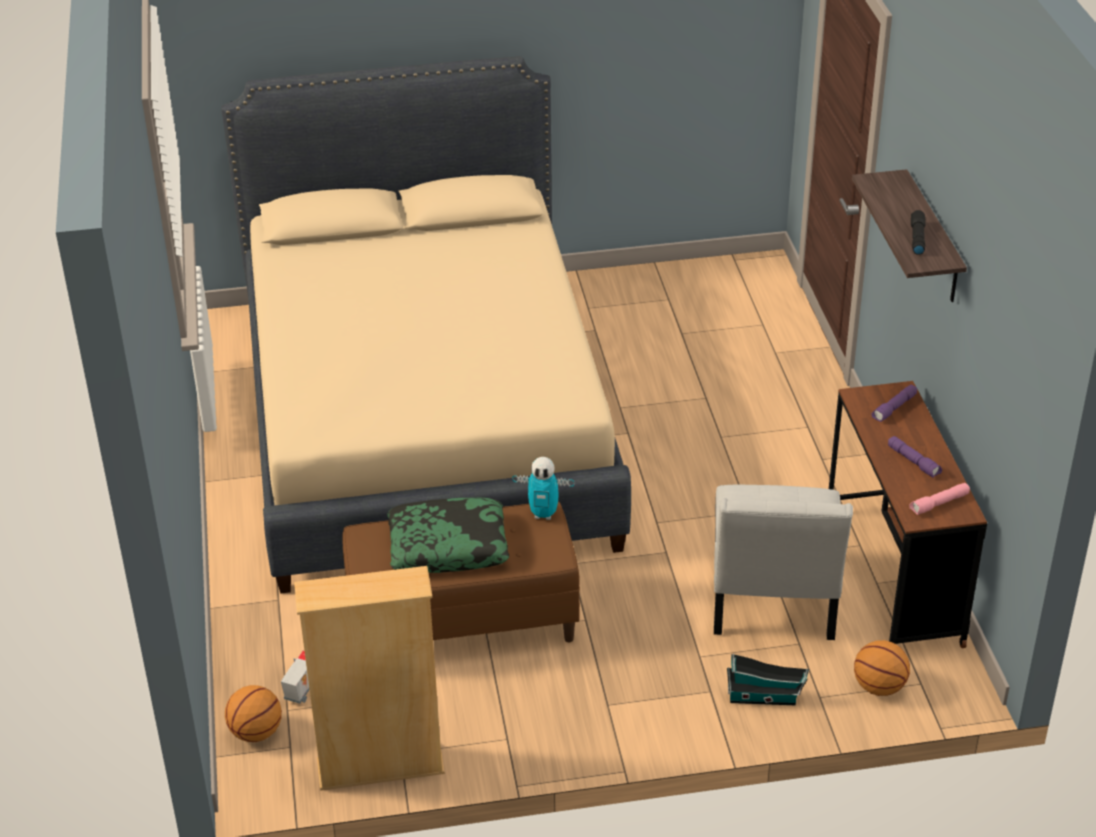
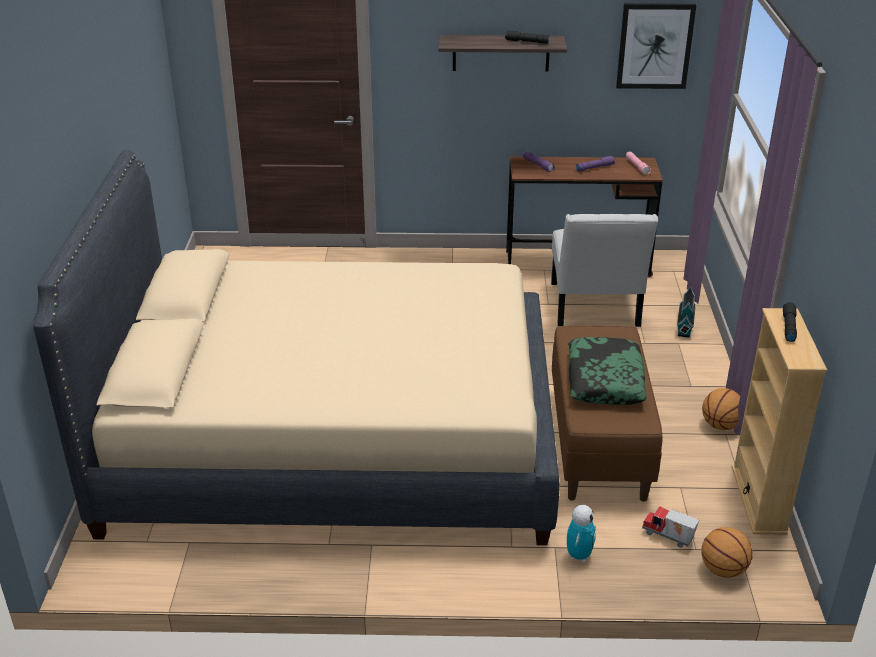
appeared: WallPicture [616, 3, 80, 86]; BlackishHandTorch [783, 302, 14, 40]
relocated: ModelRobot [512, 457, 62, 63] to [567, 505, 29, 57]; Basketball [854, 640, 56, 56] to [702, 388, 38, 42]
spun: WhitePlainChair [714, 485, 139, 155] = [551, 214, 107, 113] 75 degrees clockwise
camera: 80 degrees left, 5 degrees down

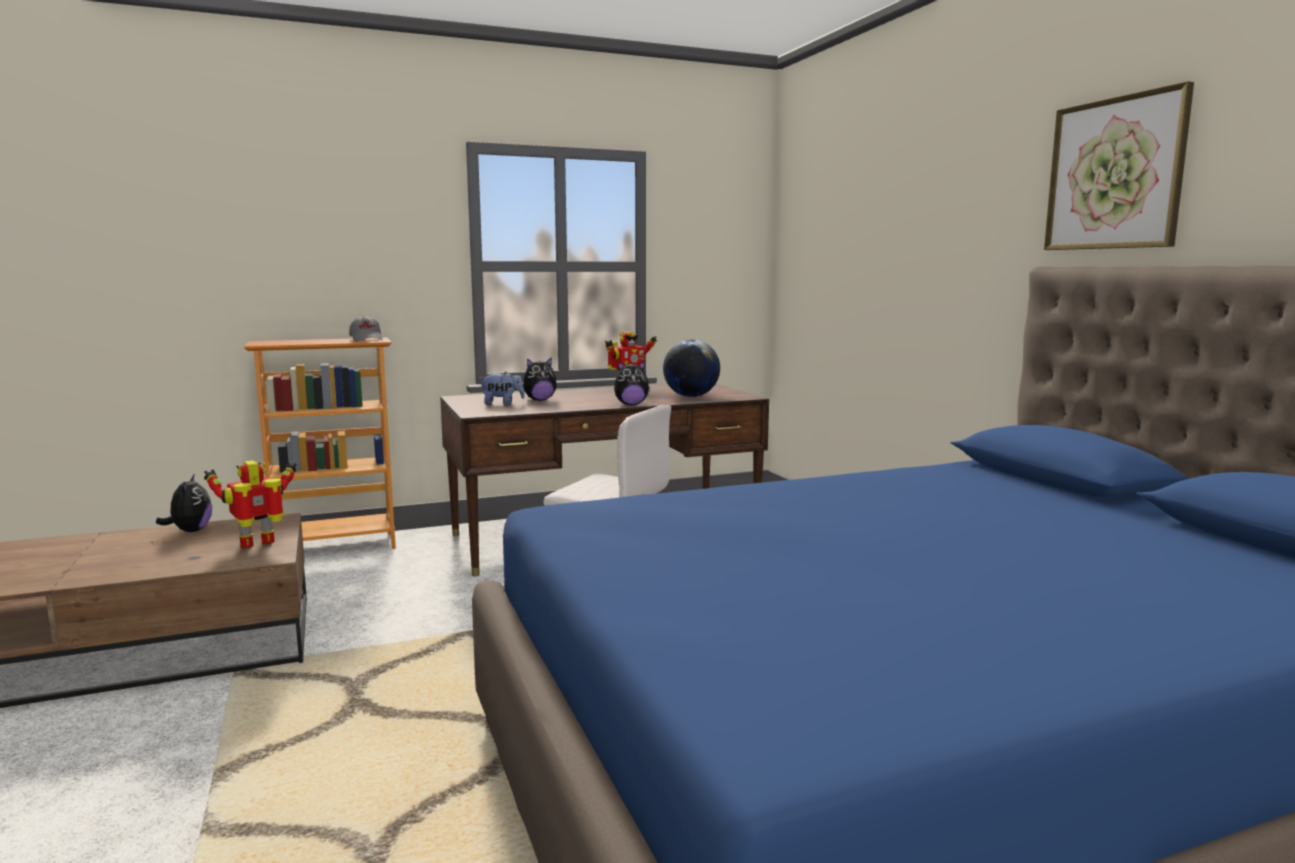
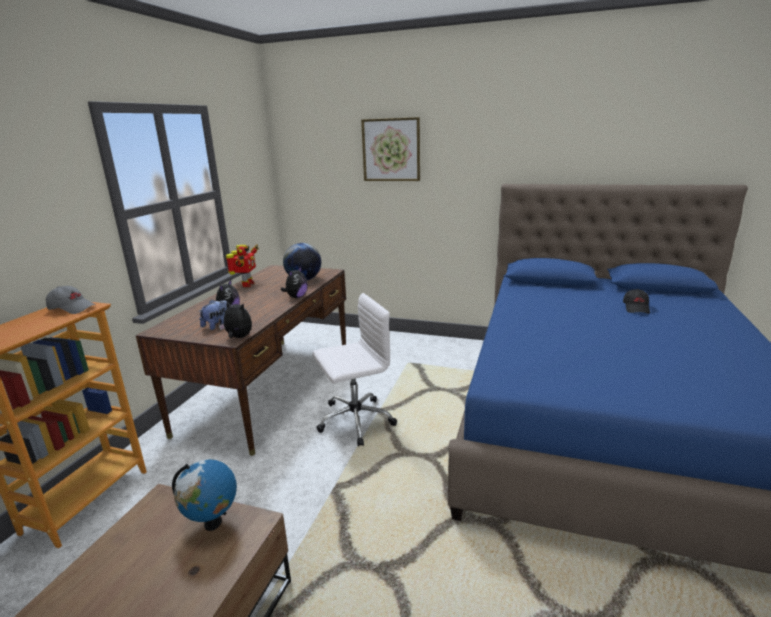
appeared: BlackishPeakedCap [623, 289, 27, 25]
relocated: PlushToy [156, 475, 56, 57] to [219, 301, 33, 37]; WallPicture [1044, 81, 150, 169] to [361, 117, 59, 64]
exchanged: ModelRobot [204, 460, 93, 88] to Globe [172, 459, 65, 72]
camera: 50 degrees left, 10 degrees up

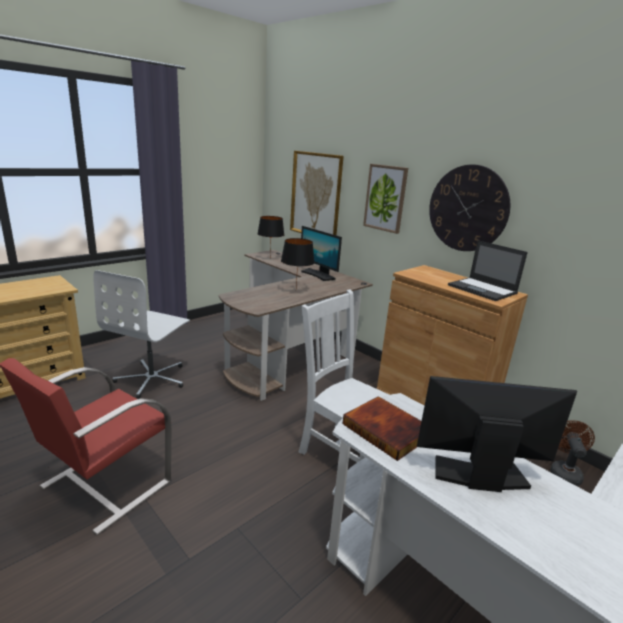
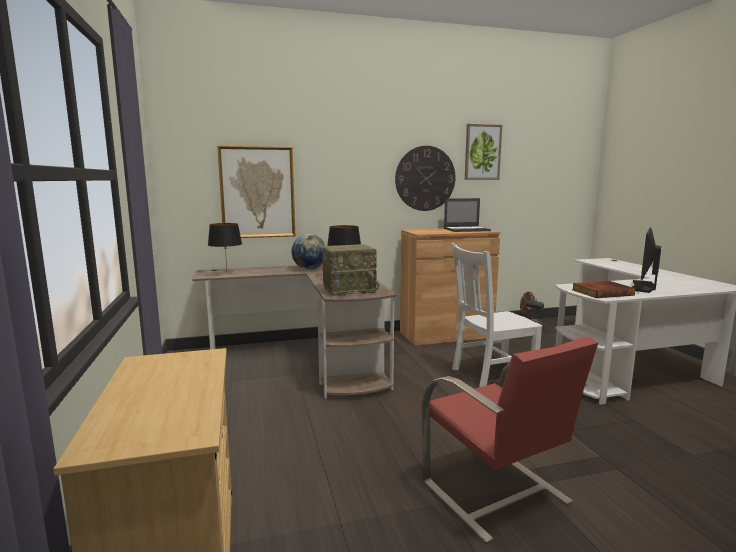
missing: WhiteDeskChair [93, 270, 97, 129]
appeared: RadioSet [322, 244, 57, 52]
relocated: WallPicture [363, 164, 45, 70] to [465, 124, 37, 56]
exchanged: ComputerScreen [301, 226, 41, 55] to Globe [292, 234, 34, 36]
camera: 60 degrees left, 10 degrees down

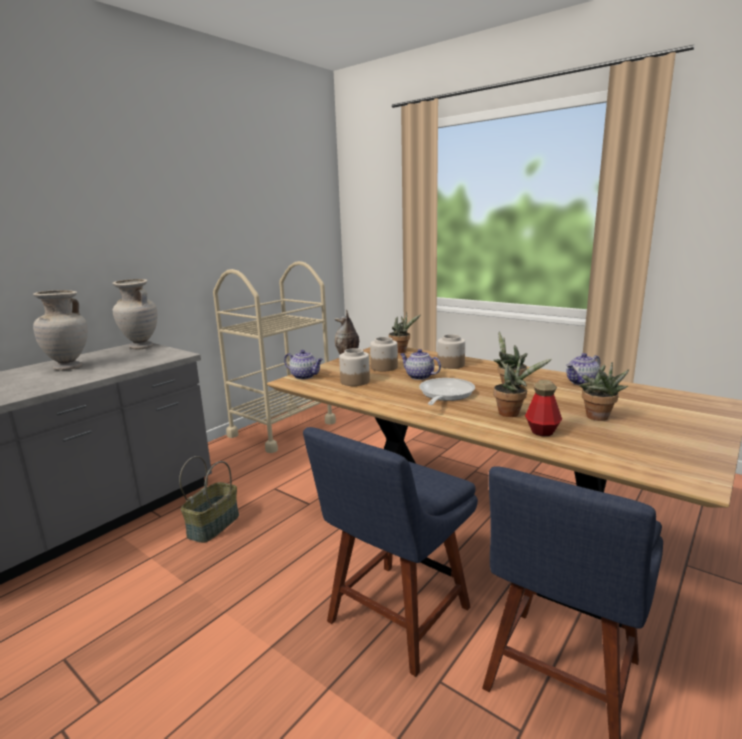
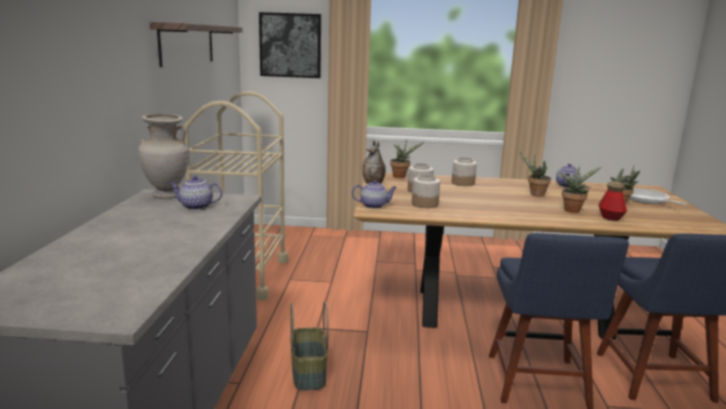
missing: BeigeColouredFlowerVase [33, 290, 55, 81]
appeared: BracketShelf [149, 22, 94, 45]; WallPicture [259, 12, 62, 66]
relocated: PotForTea [400, 349, 41, 31] to [169, 176, 53, 34]; Skillet [419, 378, 56, 27] to [629, 188, 58, 18]
camera: 35 degrees left, 0 degrees up

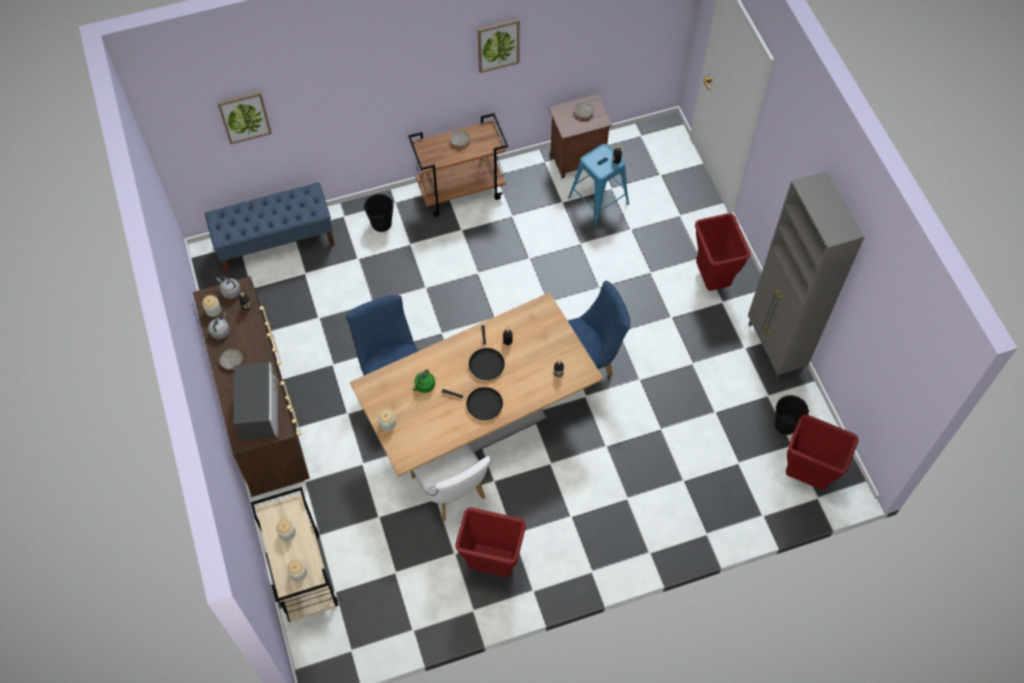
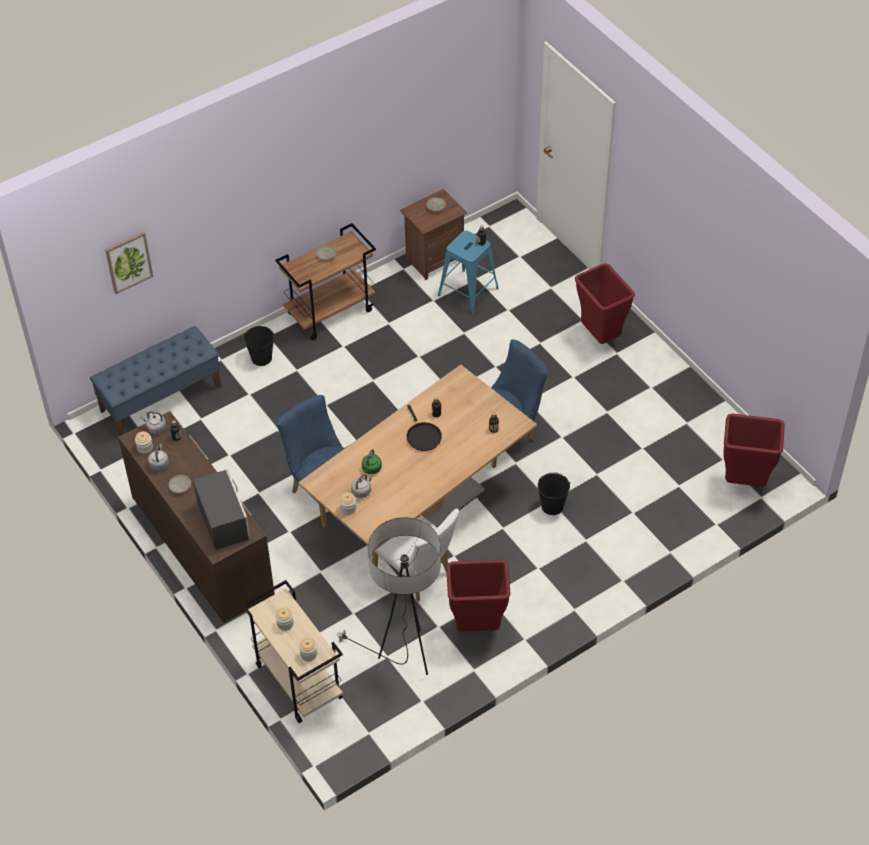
missing: BlackishSkillet [442, 387, 61, 33]; WallPicture [478, 19, 42, 54]; GreyishCupboard [748, 171, 116, 209]
appeared: StandardLamp [336, 517, 105, 158]; GreyishKettle [351, 474, 22, 24]
relocated: BlackishWaterBucket [775, 395, 34, 40] to [537, 472, 33, 43]
camera: 15 degrees left, 10 degrees down

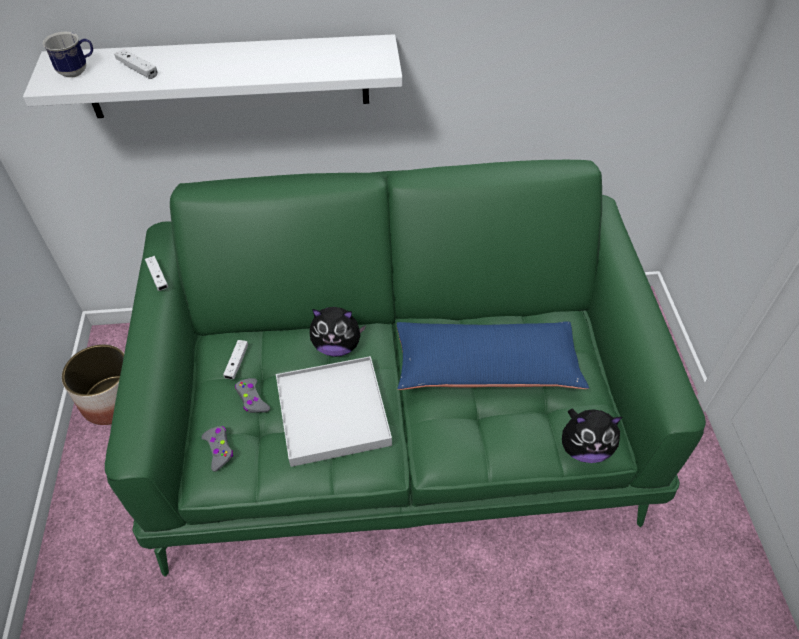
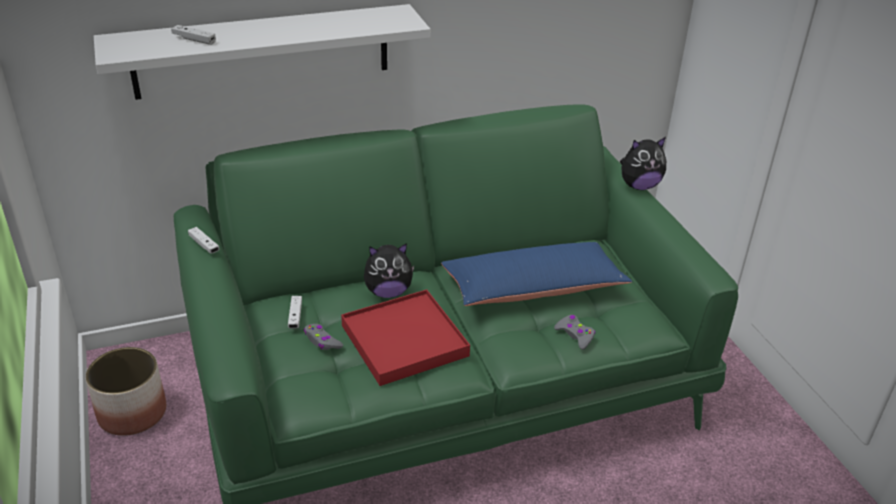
missing: TeaMug [43, 32, 50, 46]
relocated: GreyishGamepad [202, 426, 32, 46] to [554, 315, 41, 35]; PlushToy [562, 409, 60, 54] to [620, 137, 46, 53]
colour: WhiteCarryingTray [276, 356, 116, 111] to RedCarryingTray [341, 289, 129, 97]
camera: 15 degrees left, 15 degrees down

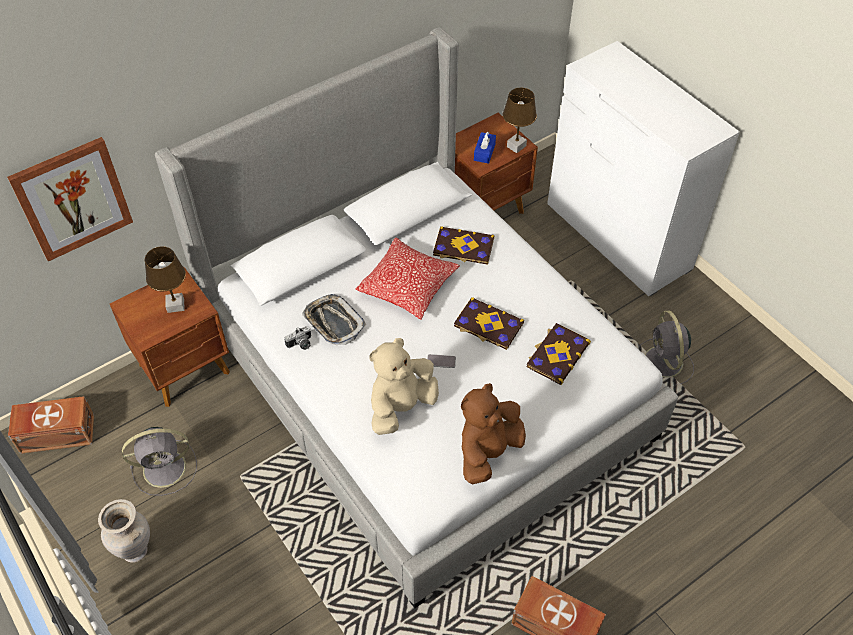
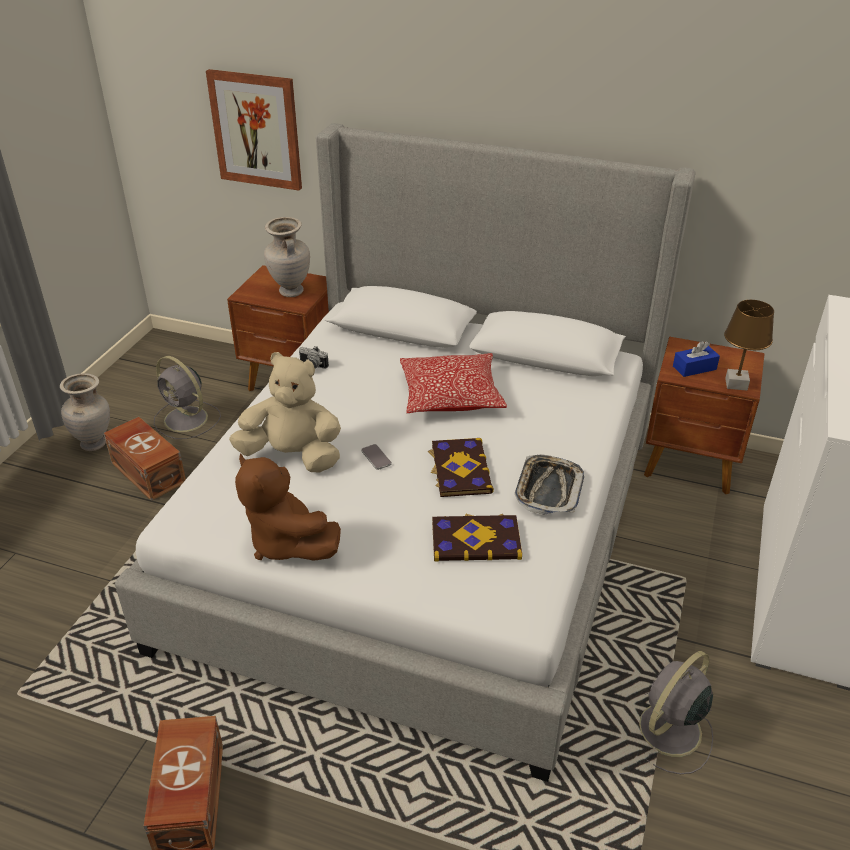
missing: BoundBook [433, 226, 61, 39]
relocated: BrownStorageContainer [8, 396, 86, 58] to [104, 417, 82, 84]; CarryingTray [302, 294, 64, 51] to [515, 455, 69, 60]
exchanged: BrownLampForATable [145, 247, 41, 66] to BeigeColouredFlowerVase [264, 217, 46, 80]
spun: BrownPlushToy [461, 383, 65, 101] = [235, 453, 106, 108] 135 degrees counterclockwise
camera: 55 degrees right, 15 degrees down

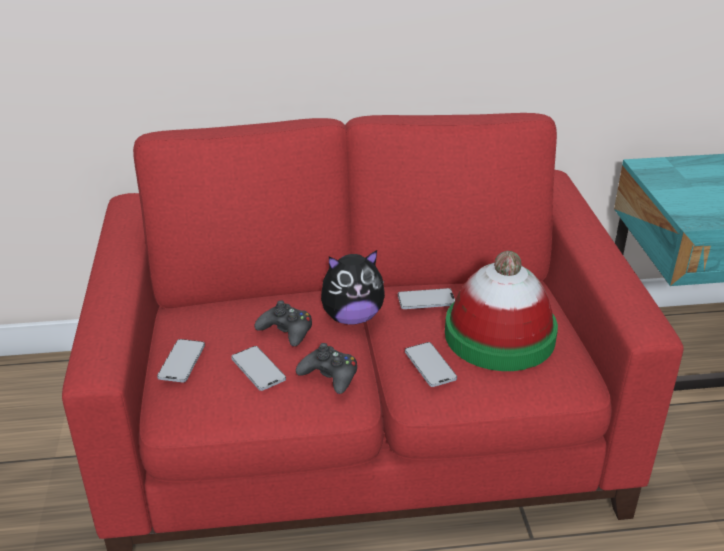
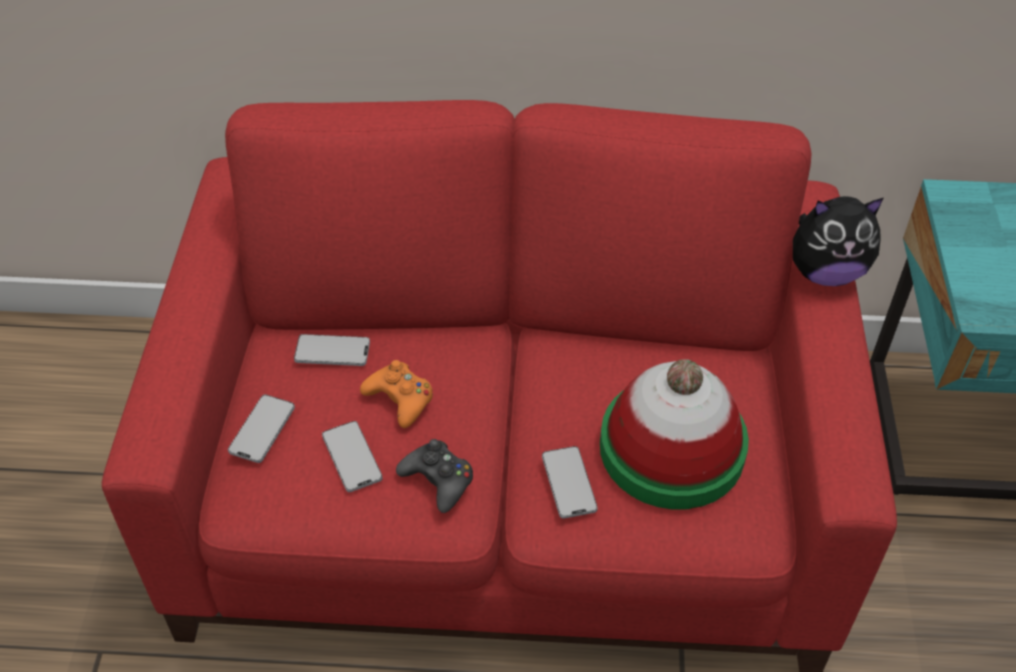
relocated: PlushToy [321, 250, 64, 75] to [793, 196, 91, 90]; Telephone [398, 288, 57, 21] to [294, 334, 76, 32]
colour: BlackishGamepad [255, 300, 57, 47] to OrangeGamepad [360, 360, 73, 68]
camera: 10 degrees right, 15 degrees up

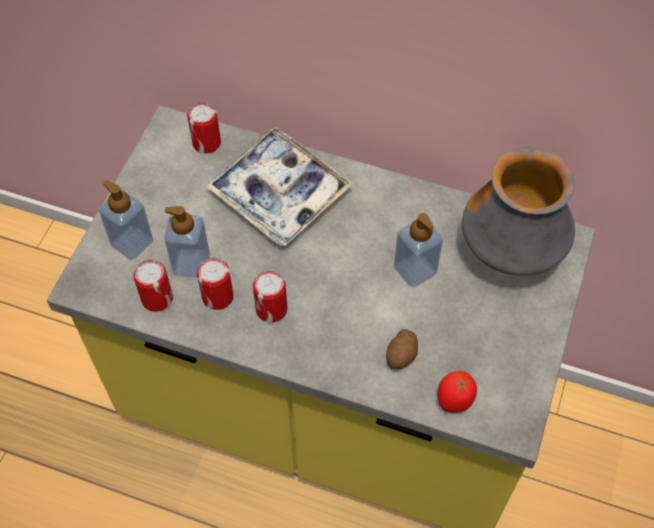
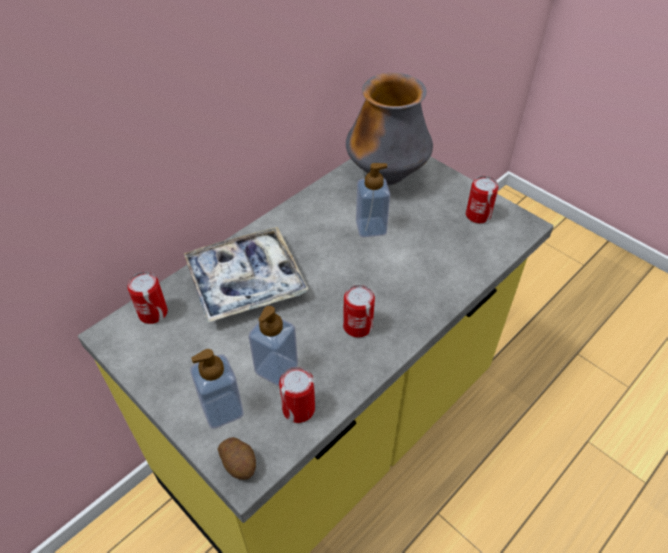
missing: WholeTomato [438, 371, 39, 42]
relocated: MetalCan [197, 258, 36, 52] to [466, 176, 33, 47]; WholePotato [386, 329, 32, 40] to [218, 437, 38, 43]
camera: 65 degrees left, 10 degrees down

